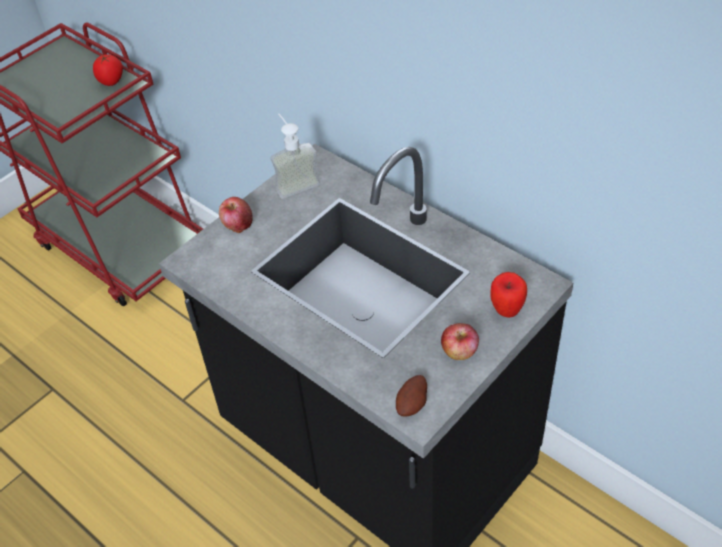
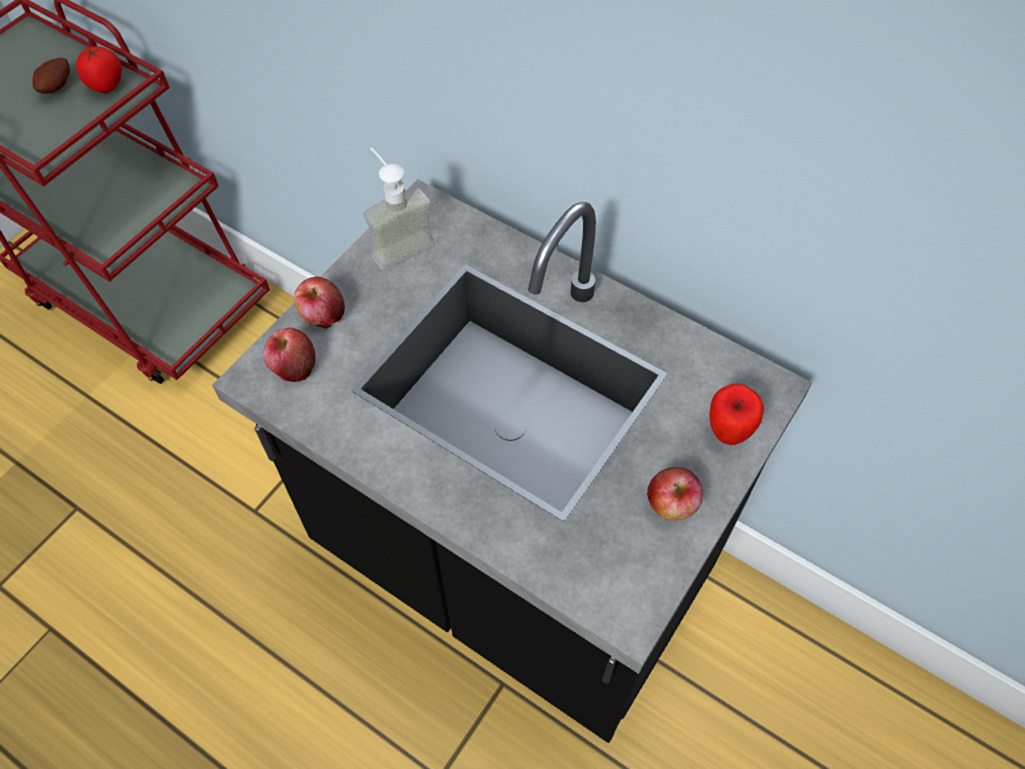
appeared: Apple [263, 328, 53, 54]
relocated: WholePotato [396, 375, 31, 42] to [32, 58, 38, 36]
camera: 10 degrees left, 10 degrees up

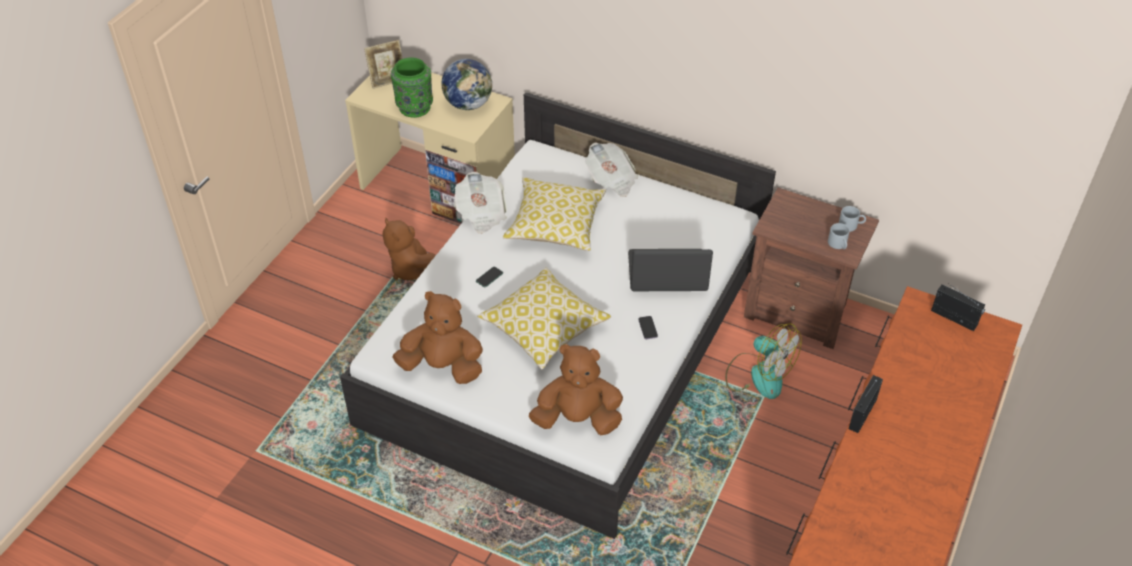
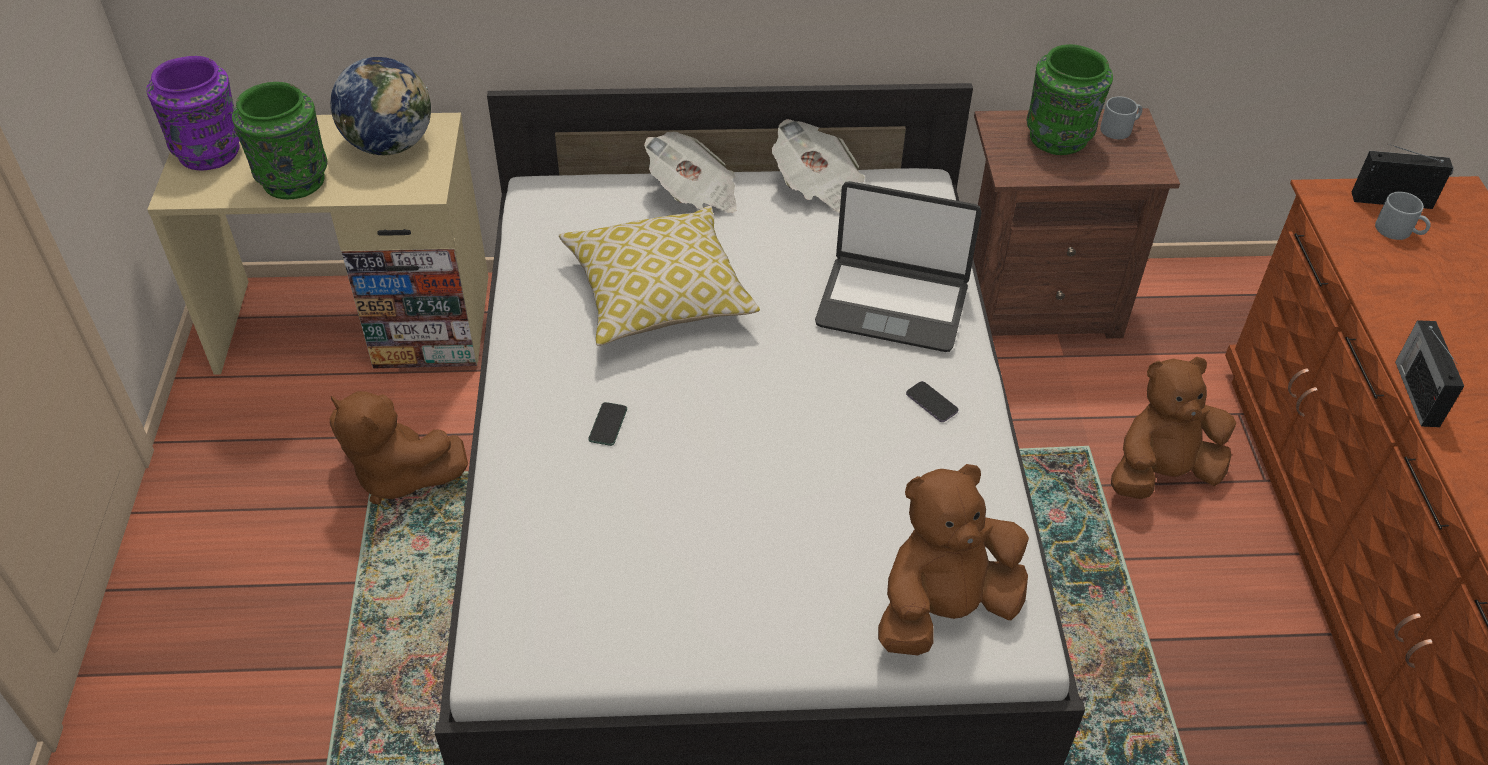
missing: ThrowPillow [477, 268, 134, 101]; CoolingFan [725, 323, 77, 76]
appeared: GreenFlowerVase [1027, 44, 86, 111]
relocated: BrownPlushToy [393, 291, 90, 93] to [1111, 357, 126, 142]; Newspaper [454, 172, 53, 62] to [772, 119, 93, 94]; GreyishTeaMug [828, 223, 22, 26] to [1375, 192, 56, 48]
exchanged: StandingFrame [364, 40, 39, 49] to PurpleColouredFlowerVase [146, 56, 94, 114]
spun: PortableComputer [628, 249, 85, 42] = [815, 181, 167, 171] 135 degrees counterclockwise
camera: 30 degrees left, 0 degrees up

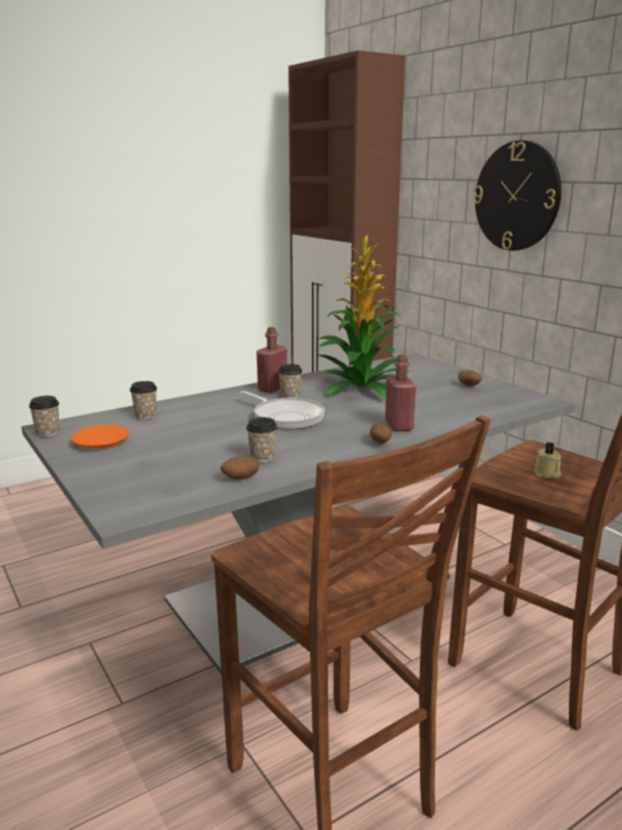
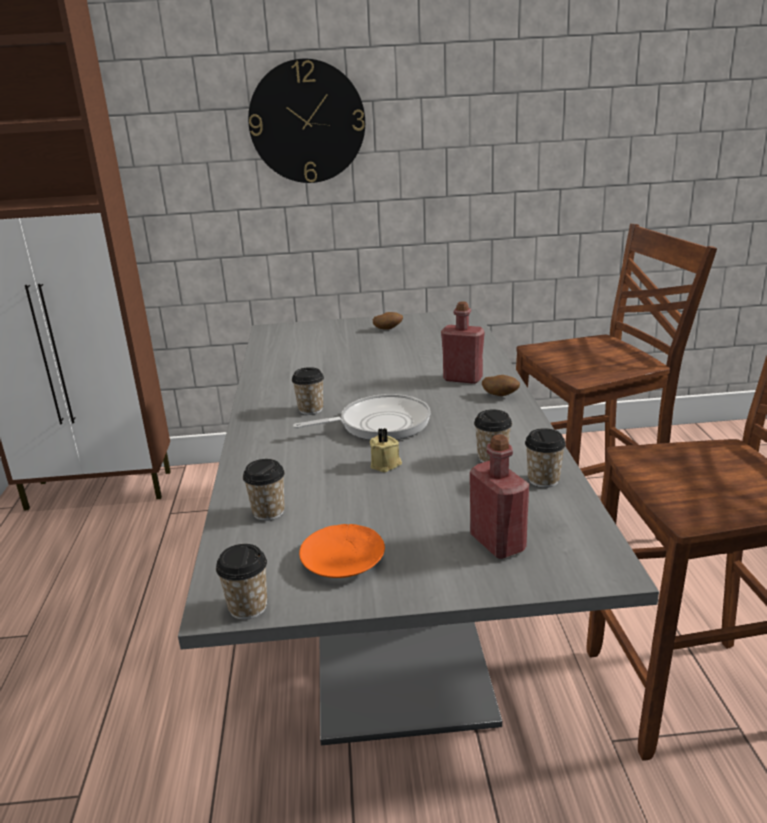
missing: Houseplant [319, 235, 94, 162]
relocated: RedBeverageBottle [256, 327, 31, 66] to [470, 434, 59, 125]; BeigeColouredCandle [534, 442, 27, 37] to [370, 428, 32, 44]
exchanged: WholePotato [221, 457, 38, 23] to DrinkingCup [525, 428, 41, 60]
camera: 60 degrees left, 5 degrees up

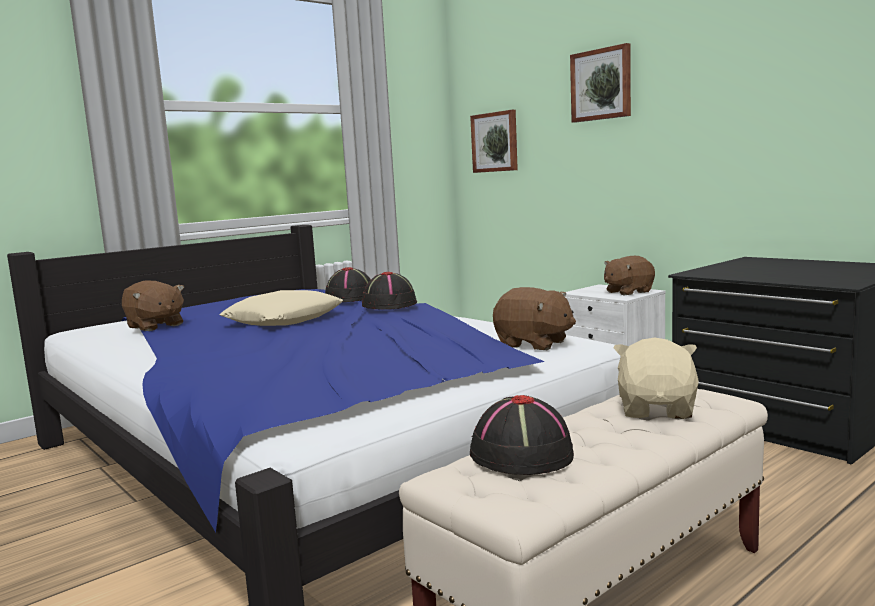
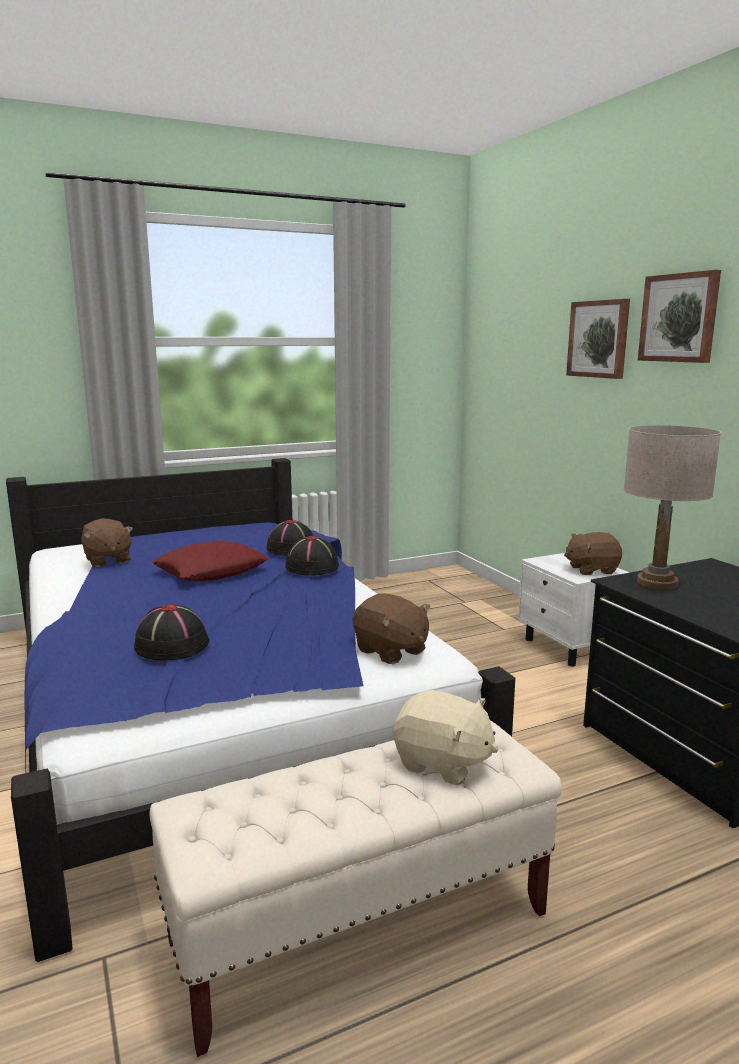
appeared: BeigeColouredLampForATable [624, 425, 97, 165]
relocated: WallPicture [470, 110, 48, 63] to [638, 270, 83, 93]; BlackishClothingHat [470, 395, 104, 80] to [134, 604, 75, 56]
colour: BeigeColouredThrowPillow [219, 290, 124, 36] to RedThrowPillow [152, 541, 117, 40]
spun: BeigeColouredPlushToy [614, 338, 85, 81] = [394, 690, 105, 95] 90 degrees clockwise
camera: 15 degrees right, 5 degrees up

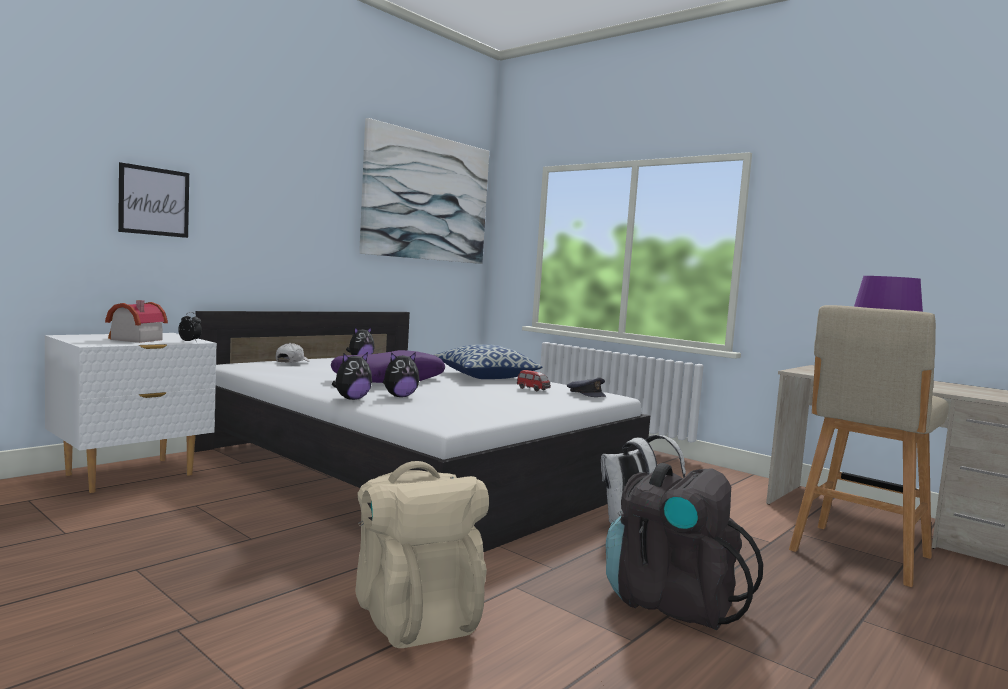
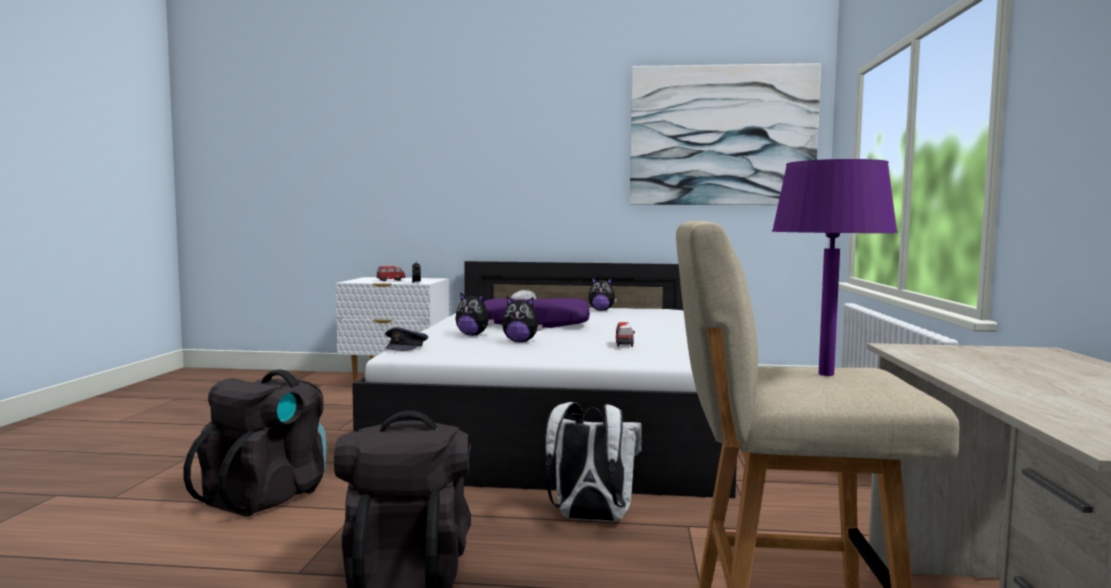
missing: WallPicture [118, 162, 71, 76]; ThrowPillow [434, 344, 108, 35]
relocated: PlushToy [332, 352, 40, 48] to [502, 297, 41, 45]; GreyishPeakedCap [567, 378, 39, 19] to [385, 327, 43, 24]
exchanged: MiniatureHouse [105, 300, 63, 43] to ModelCar [377, 266, 29, 15]
colour: BeigeColouredBackpack [355, 461, 134, 187] to BlackishBackpack [183, 369, 143, 148]
camera: 55 degrees right, 0 degrees up

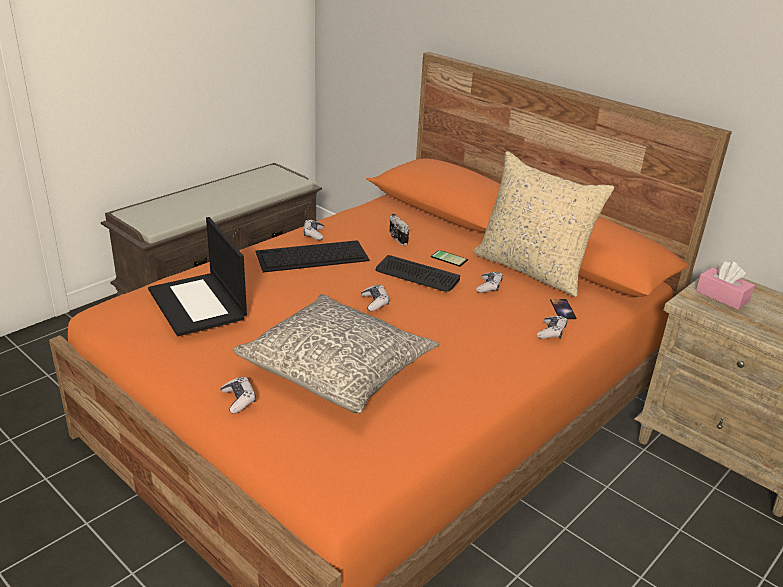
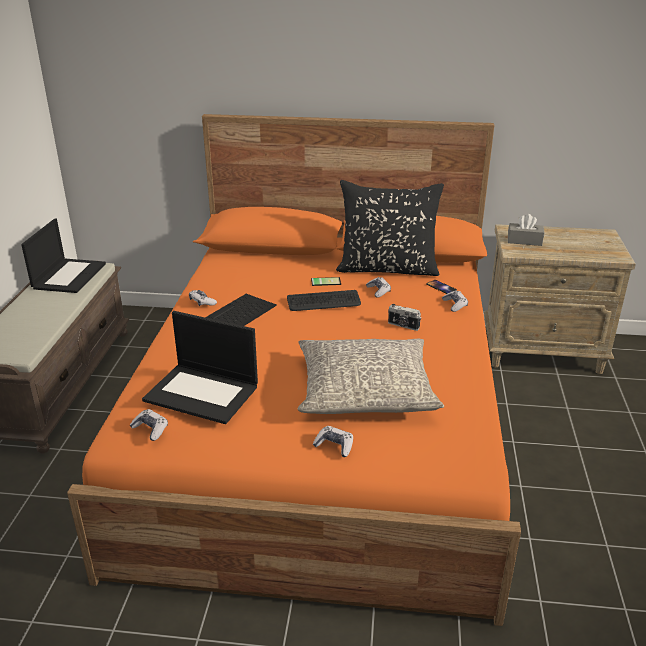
appeared: PortableComputer [21, 219, 85, 74]
relocated: Gamepad [361, 284, 28, 27] to [130, 409, 38, 32]; StillCamera [389, 214, 20, 31] to [388, 304, 33, 27]
colour: BeigeColouredThrowPillow [473, 151, 141, 146] to BlackishThrowPillow [336, 180, 108, 96]; PinkBoxOfTissues [696, 261, 59, 49] to GreyishBoxOfTissues [508, 214, 36, 32]
camera: 35 degrees left, 0 degrees up

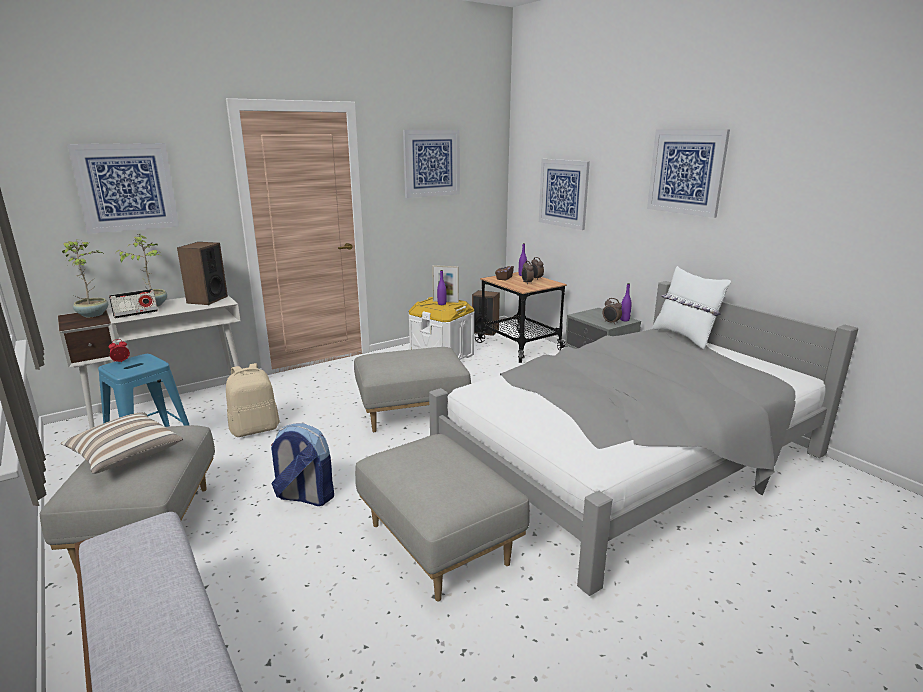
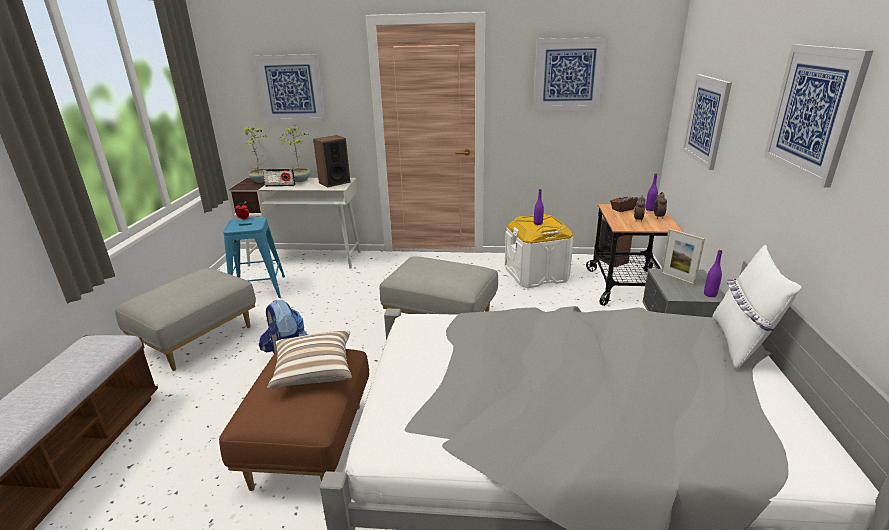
missing: BeigeColouredBackpack [226, 363, 54, 74]; AlarmClock [603, 298, 19, 26]
relocated: ThrowPillow [61, 412, 122, 62] to [267, 331, 85, 58]; StandingFrame [432, 265, 27, 38] to [661, 229, 44, 56]
colour: GreyishOttoman [355, 434, 175, 167] to BrownOttoman [219, 349, 150, 142]
camera: 40 degrees right, 5 degrees up

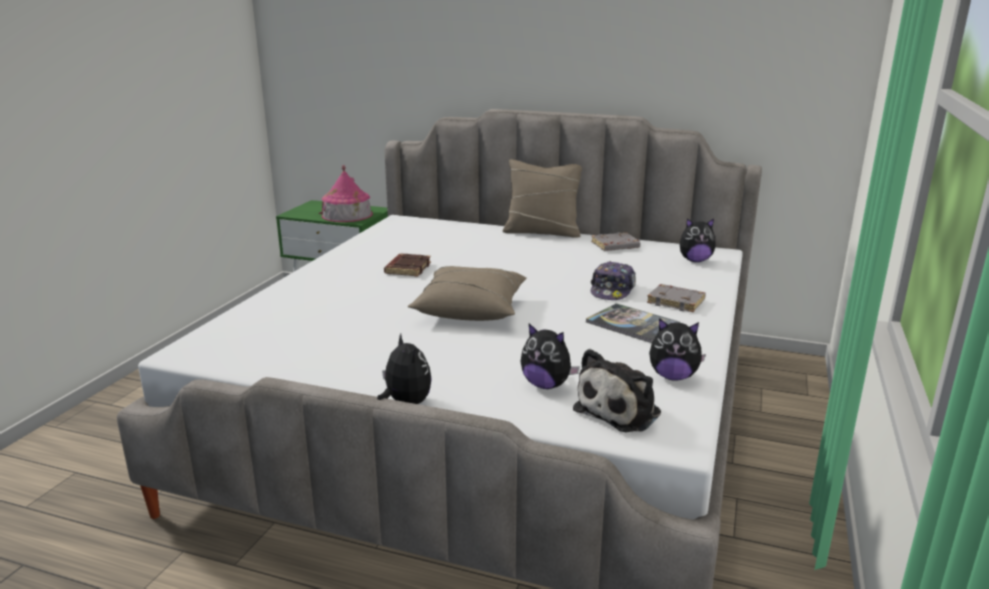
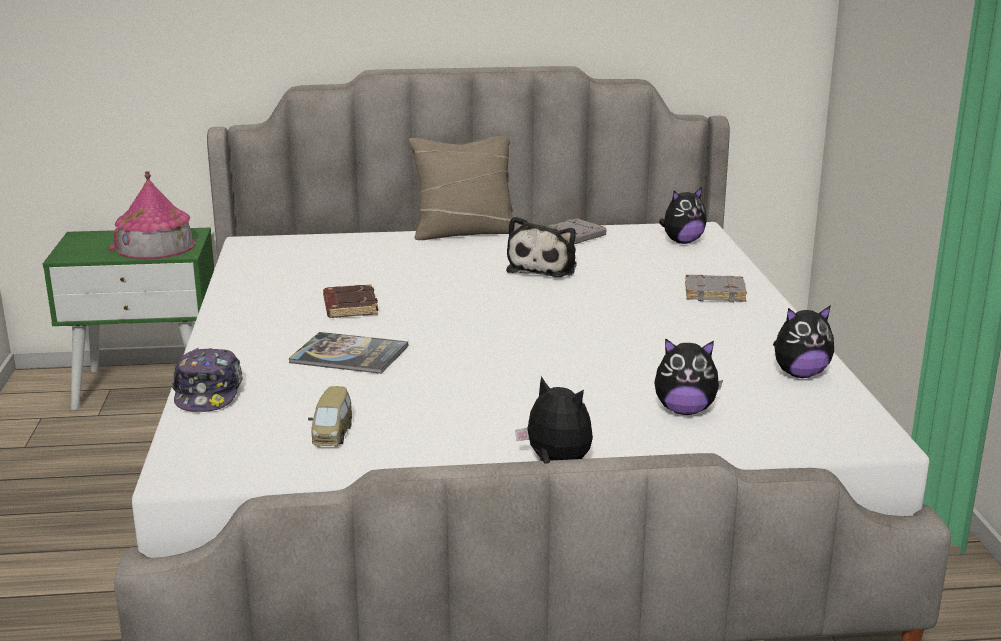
missing: BeigeColouredThrowPillow [408, 266, 119, 55]
appeared: ModelCar [308, 386, 44, 60]
relocated: PlushToy [573, 349, 88, 84] to [506, 216, 71, 61]; BoundBook [586, 303, 94, 40] to [289, 332, 119, 42]; PeakedCap [591, 261, 45, 39] to [172, 348, 71, 64]
camera: 25 degrees left, 0 degrees up

